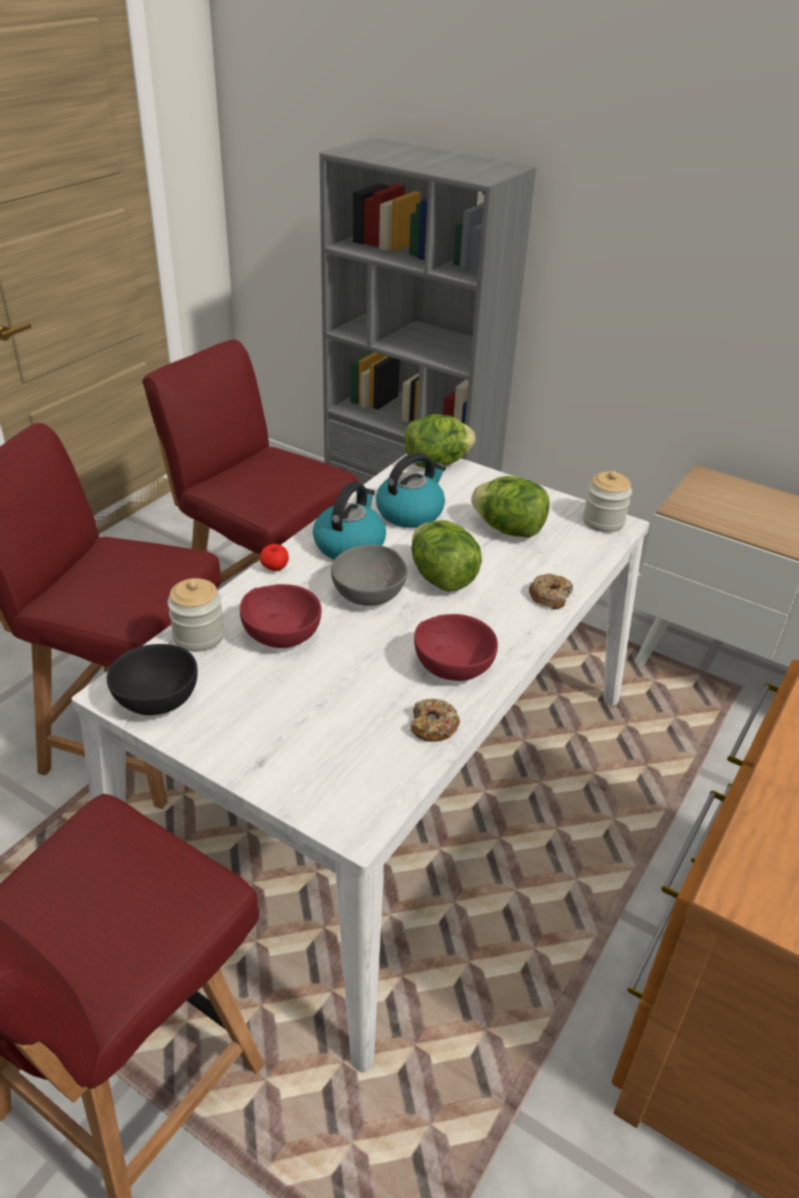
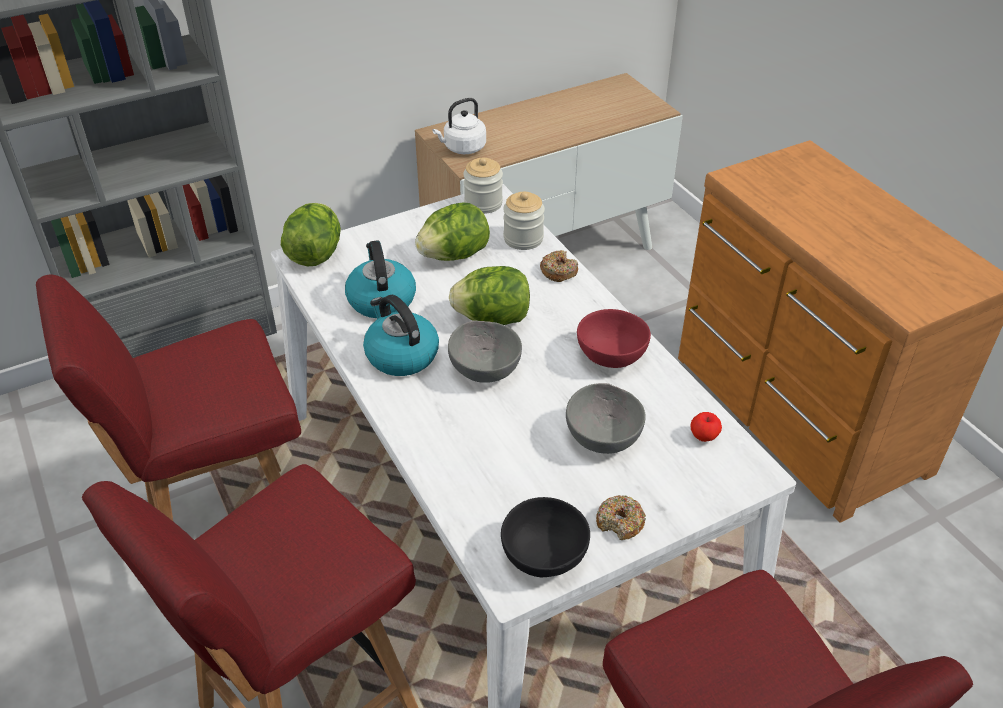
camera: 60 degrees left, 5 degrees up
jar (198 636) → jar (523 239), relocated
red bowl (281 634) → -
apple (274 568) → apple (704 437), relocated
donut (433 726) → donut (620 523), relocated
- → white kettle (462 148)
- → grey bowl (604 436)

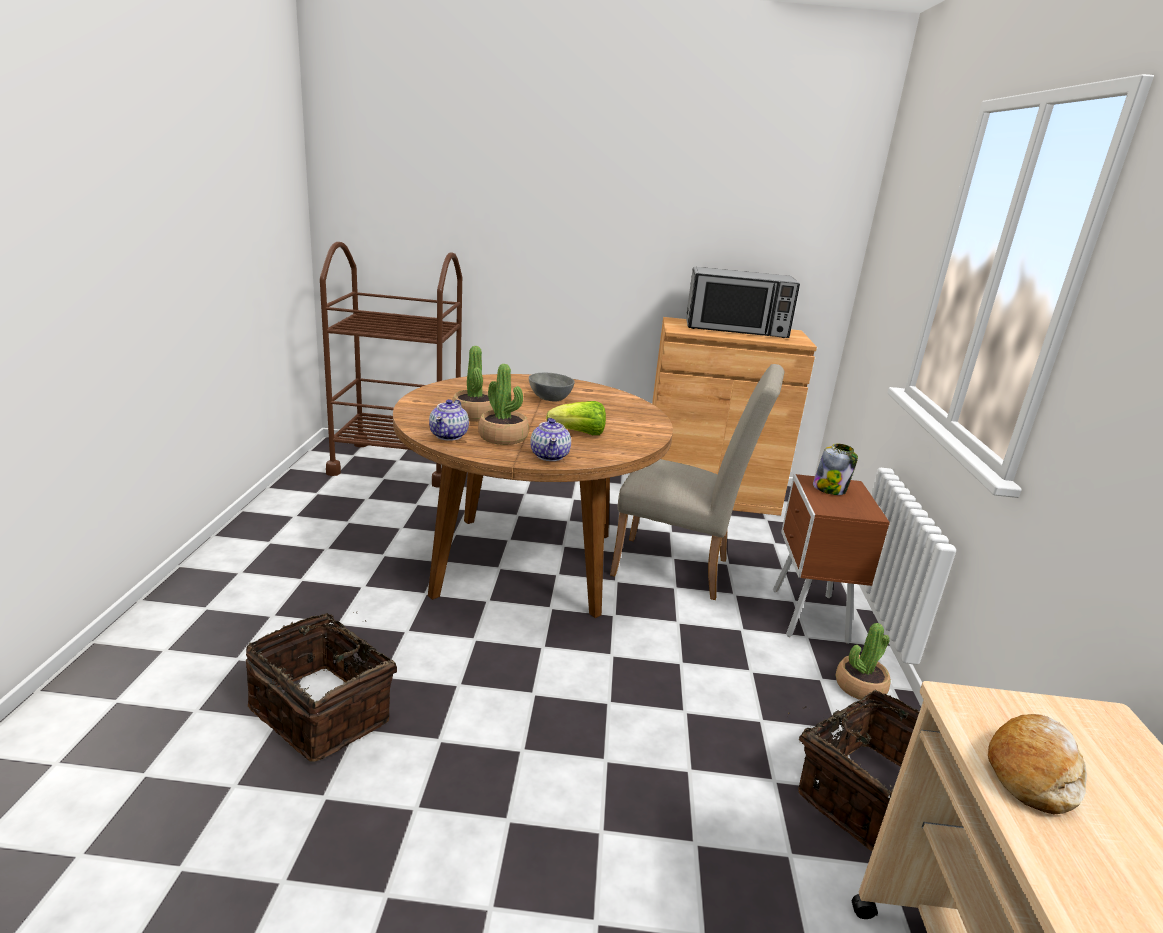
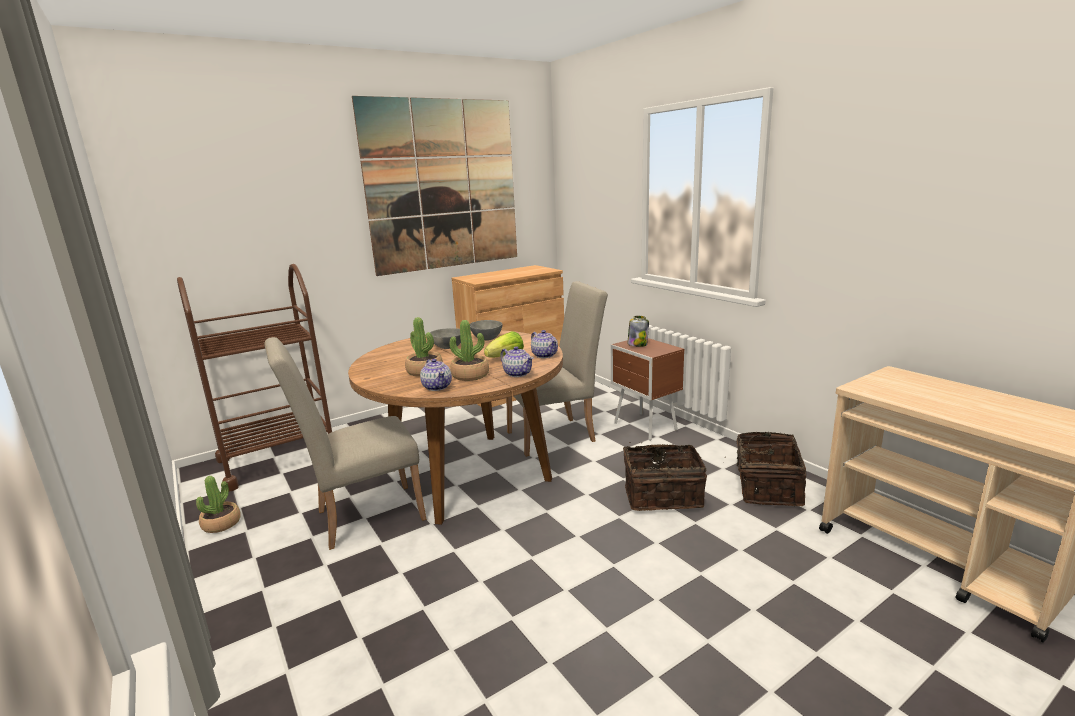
camera: 35 degrees left, 5 degrees down
basket (324 711) → basket (662 495), relocated
microwave (736 329) → -
potted plant (860 686) → potted plant (221 524), relocated
bread (1032 772) → -
- → beige chair (361 517)
- → picture (443 185)
- → grey bowl (486 338)
- → teapot (544 355)

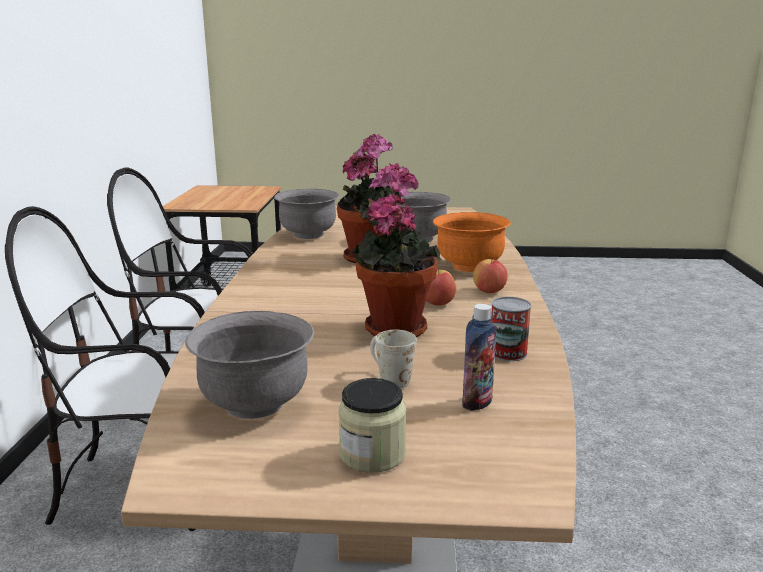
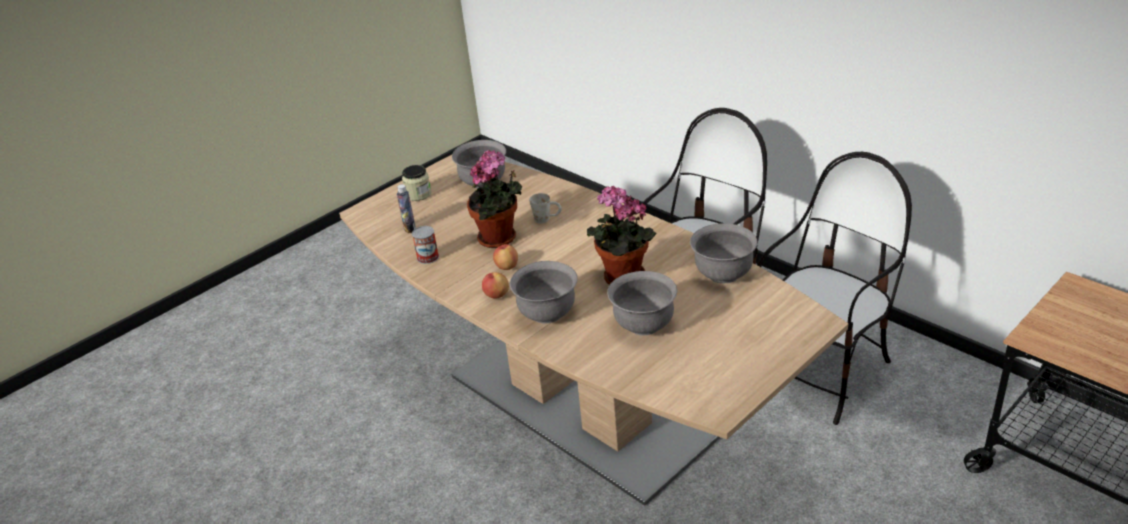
camera: 135 degrees right, 15 degrees up
white mug (388 378) → white mug (547 219), relocated
orange bowl (469 266) → grey bowl (547 313)

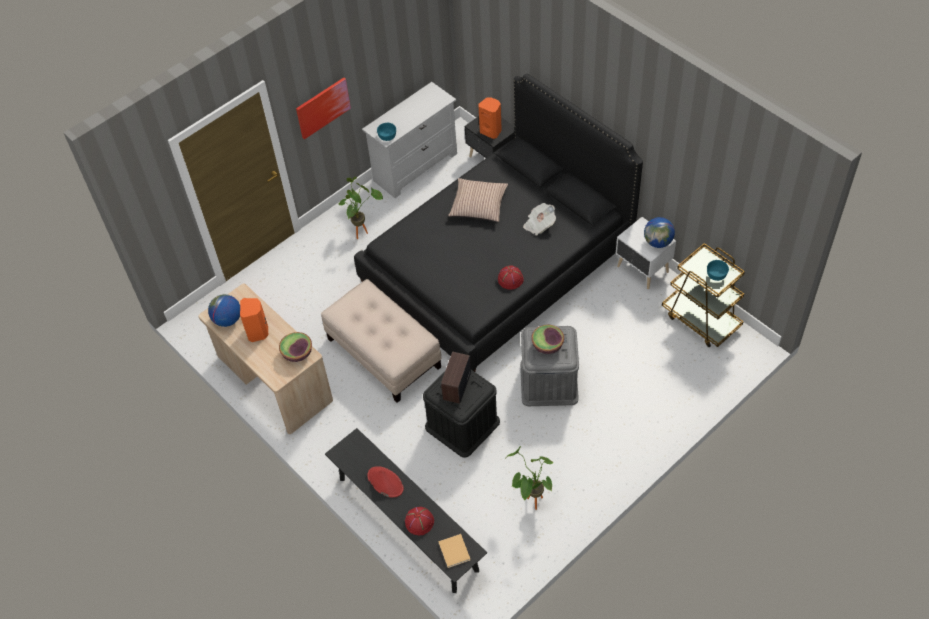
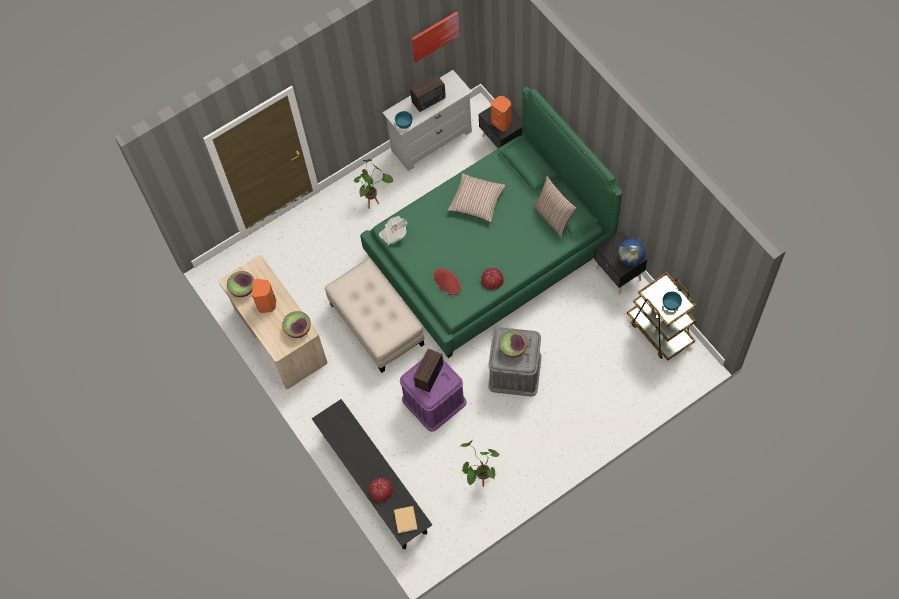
camera: 10 degrees right, 10 degrees up
globe (227 320) → bowl (242 288)
picture (323 107) → picture (435 36), relocated
black bed (497 264) → green bed (489 251)
red hat (385 482) → red hat (446 281), relocated
black storage box (462 424) → purple storage box (434 401)
newspaper (539 224) → newspaper (393 234), relocated
white nightstand (642 270) → black nightstand (618 275)
- → radio (429 101)
- → pillow (553 217)

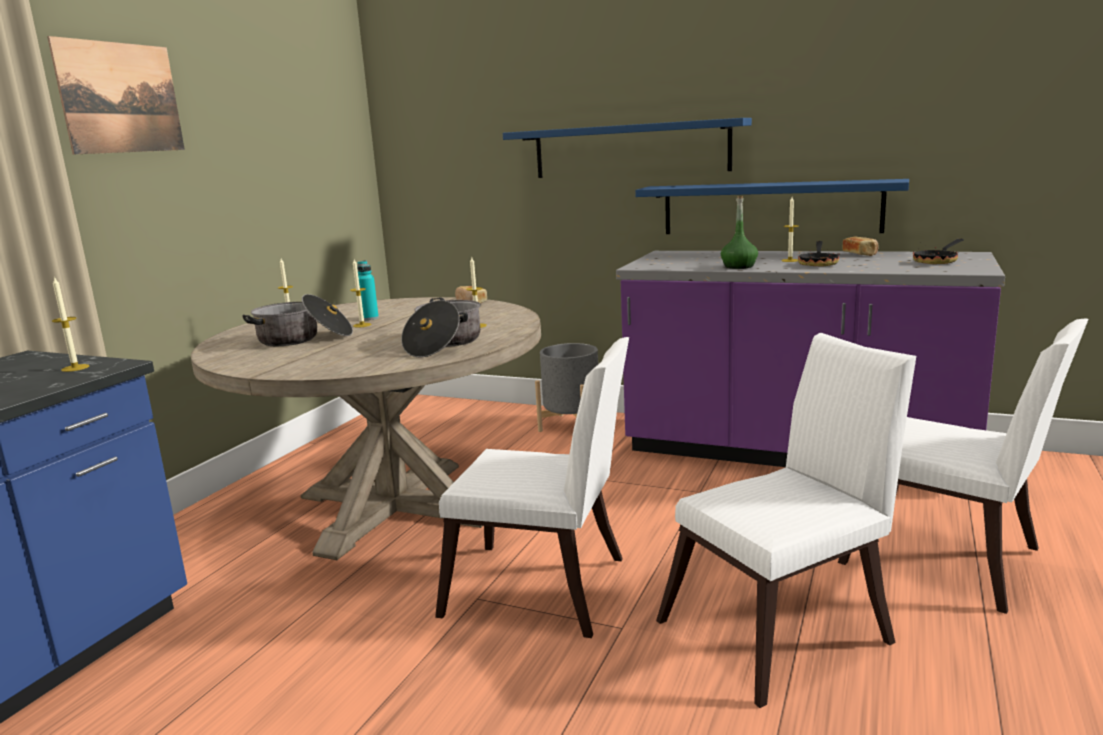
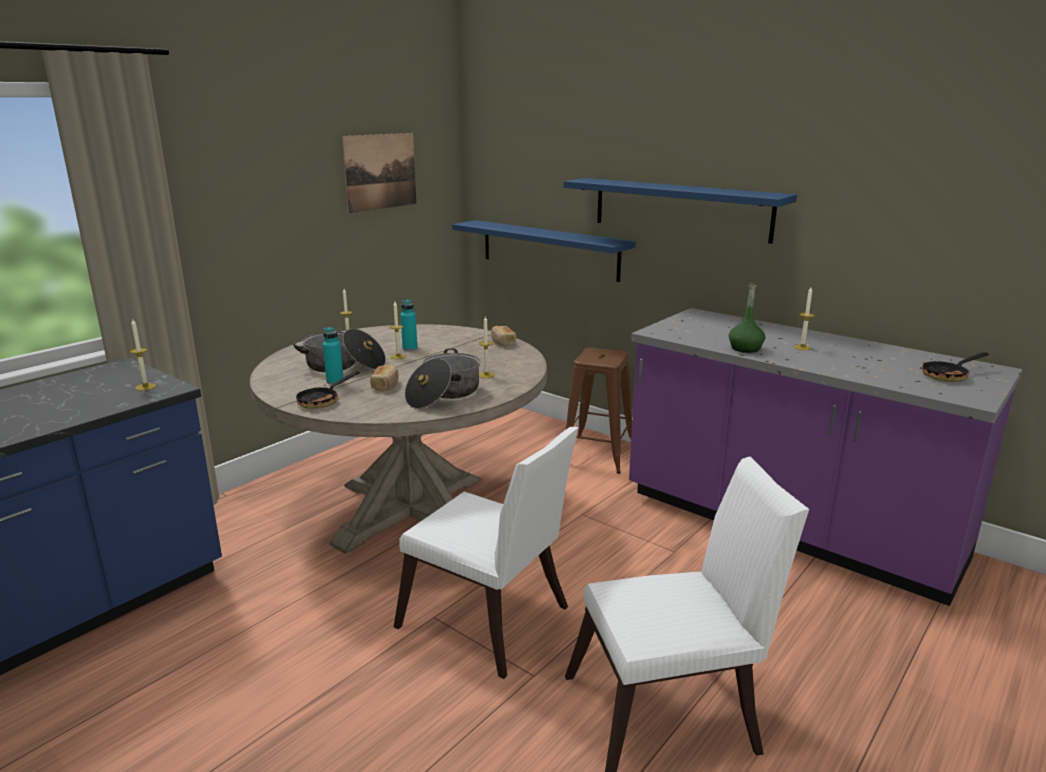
camera: 15 degrees right, 5 degrees up
picture (121 98) → picture (380 172), relocated
grey planter (572 425) → brown stool (598 454)
blue shelf (769 208) → blue shelf (549 249), relocated
frying pan (818 263) → frying pan (323 401), relocated
white chair (951 562) → -
bread (860 254) → bread (386 385), relocated
- → turquoise bottle (335 381)

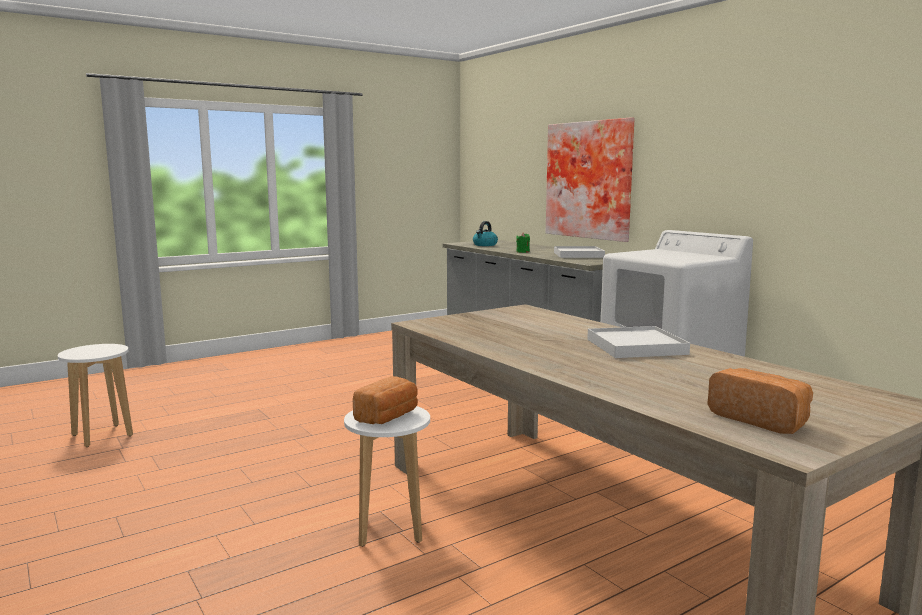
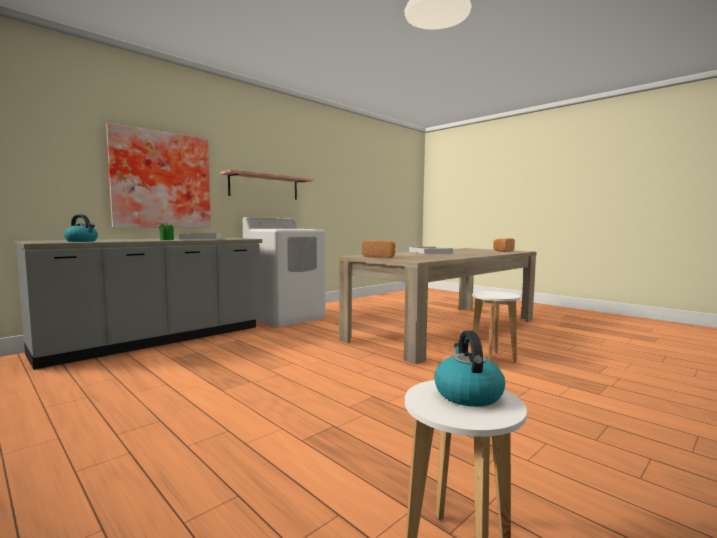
camera: 100 degrees left, 5 degrees down
bread (388 417) → bread (379 257), relocated
- → shelf (264 187)
- → kettle (467 394)

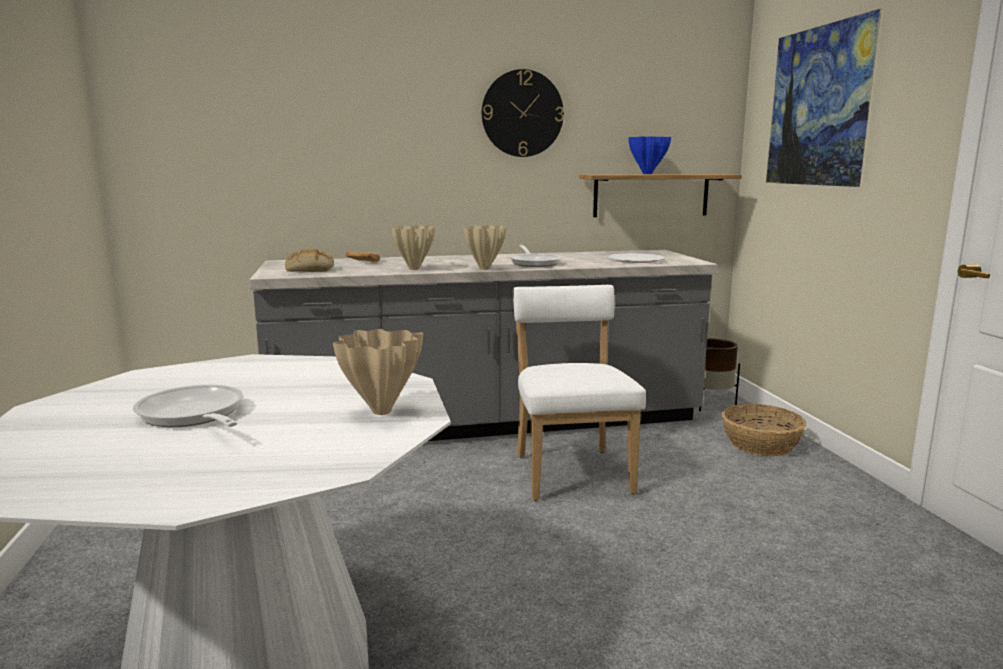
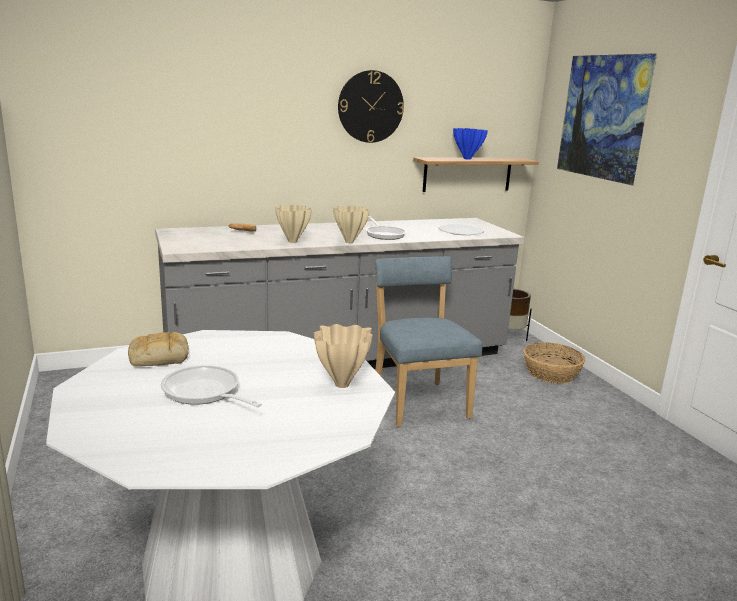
camera: 10 degrees left, 5 degrees up
bread (309 269) → bread (158 357), relocated
white chair (571 471) → blue chair (418 401)

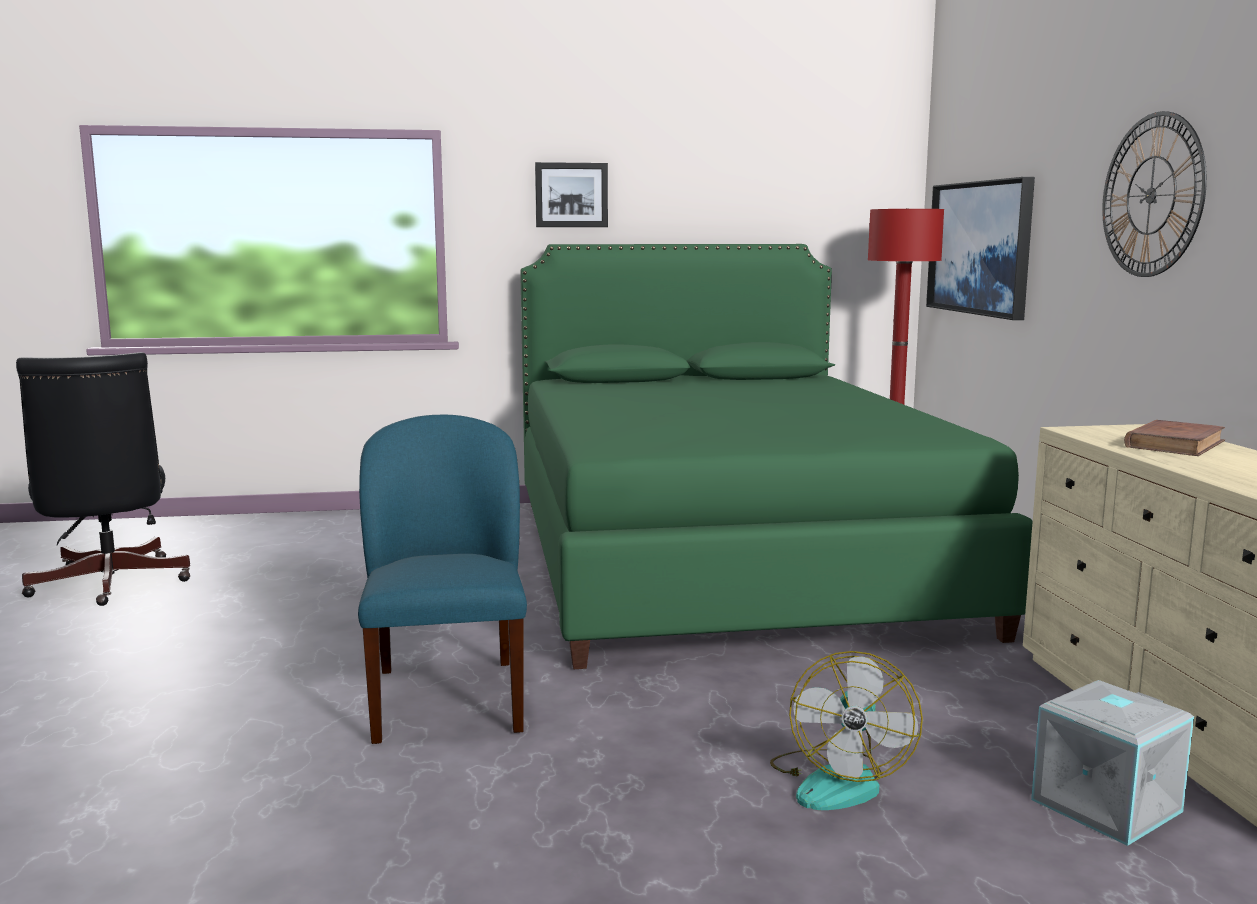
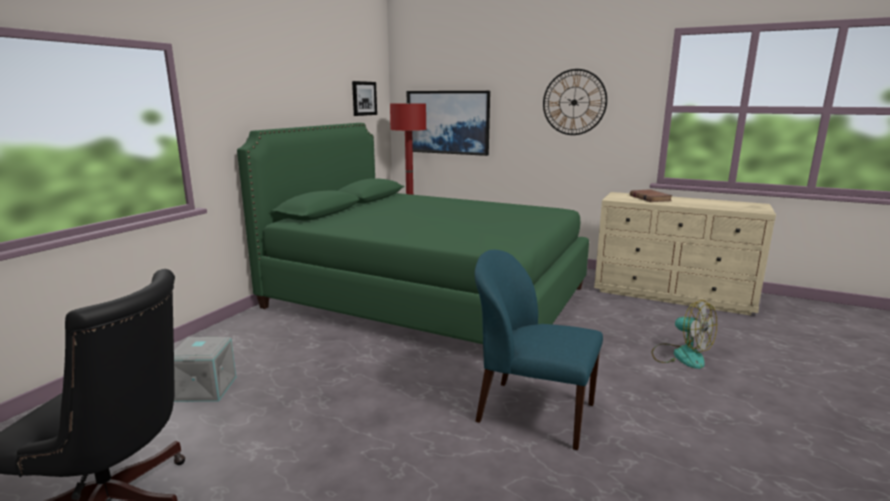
camera: 55 degrees left, 5 degrees up
picture (571 195) → picture (364 98), relocated
grey storage box (1104 804) → grey storage box (204 388), relocated

